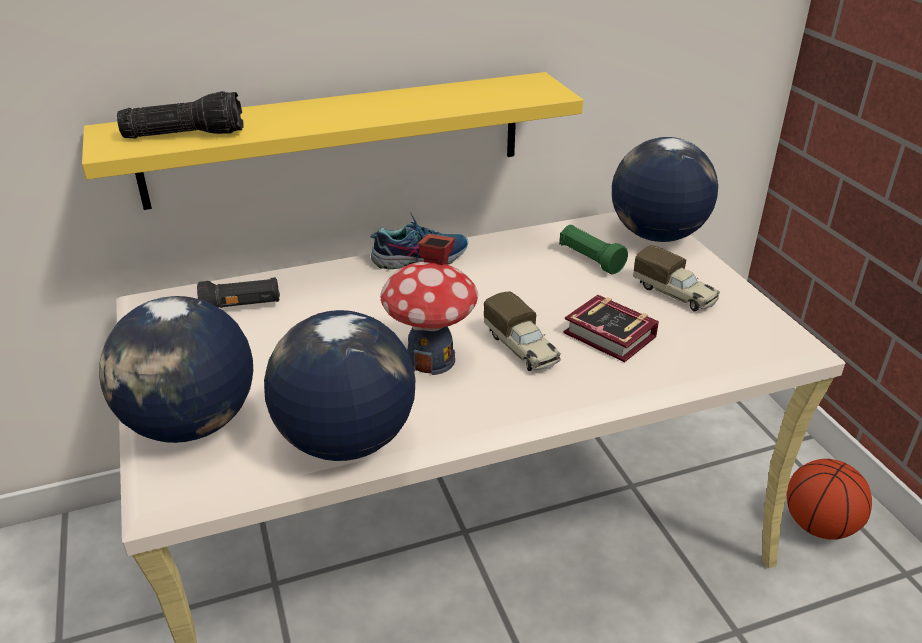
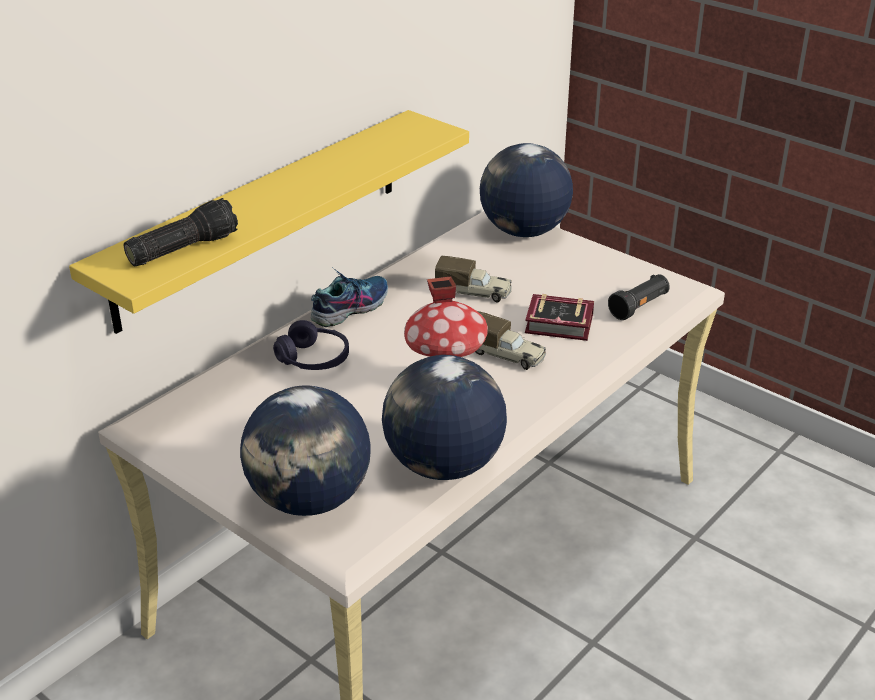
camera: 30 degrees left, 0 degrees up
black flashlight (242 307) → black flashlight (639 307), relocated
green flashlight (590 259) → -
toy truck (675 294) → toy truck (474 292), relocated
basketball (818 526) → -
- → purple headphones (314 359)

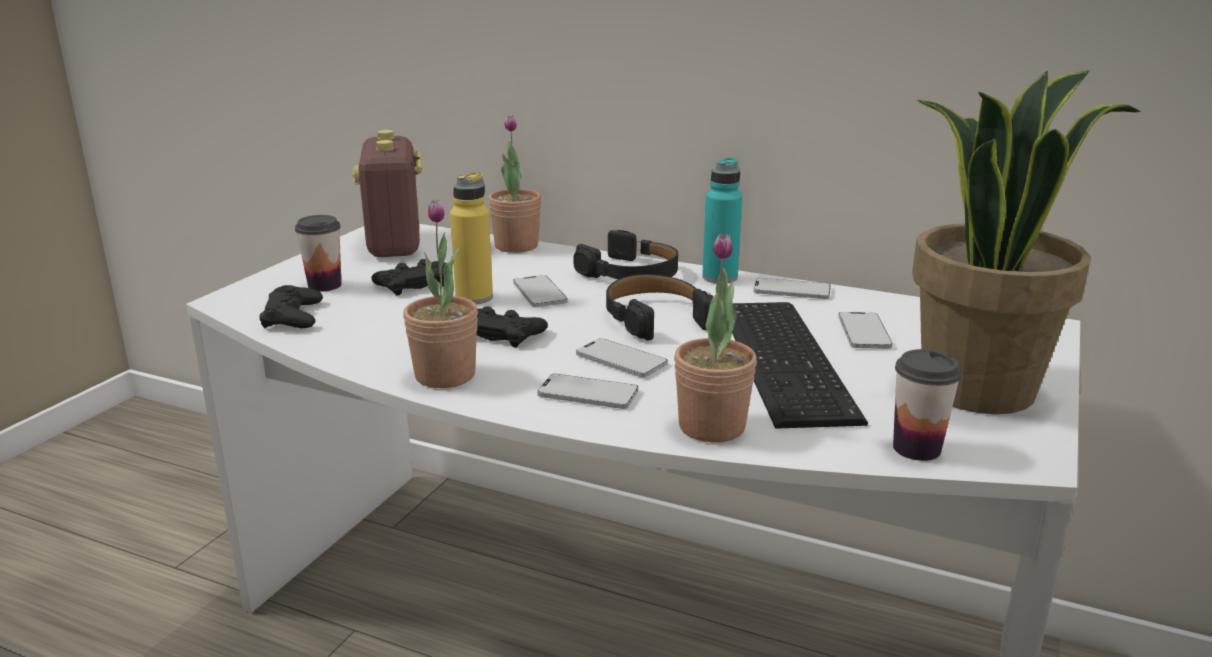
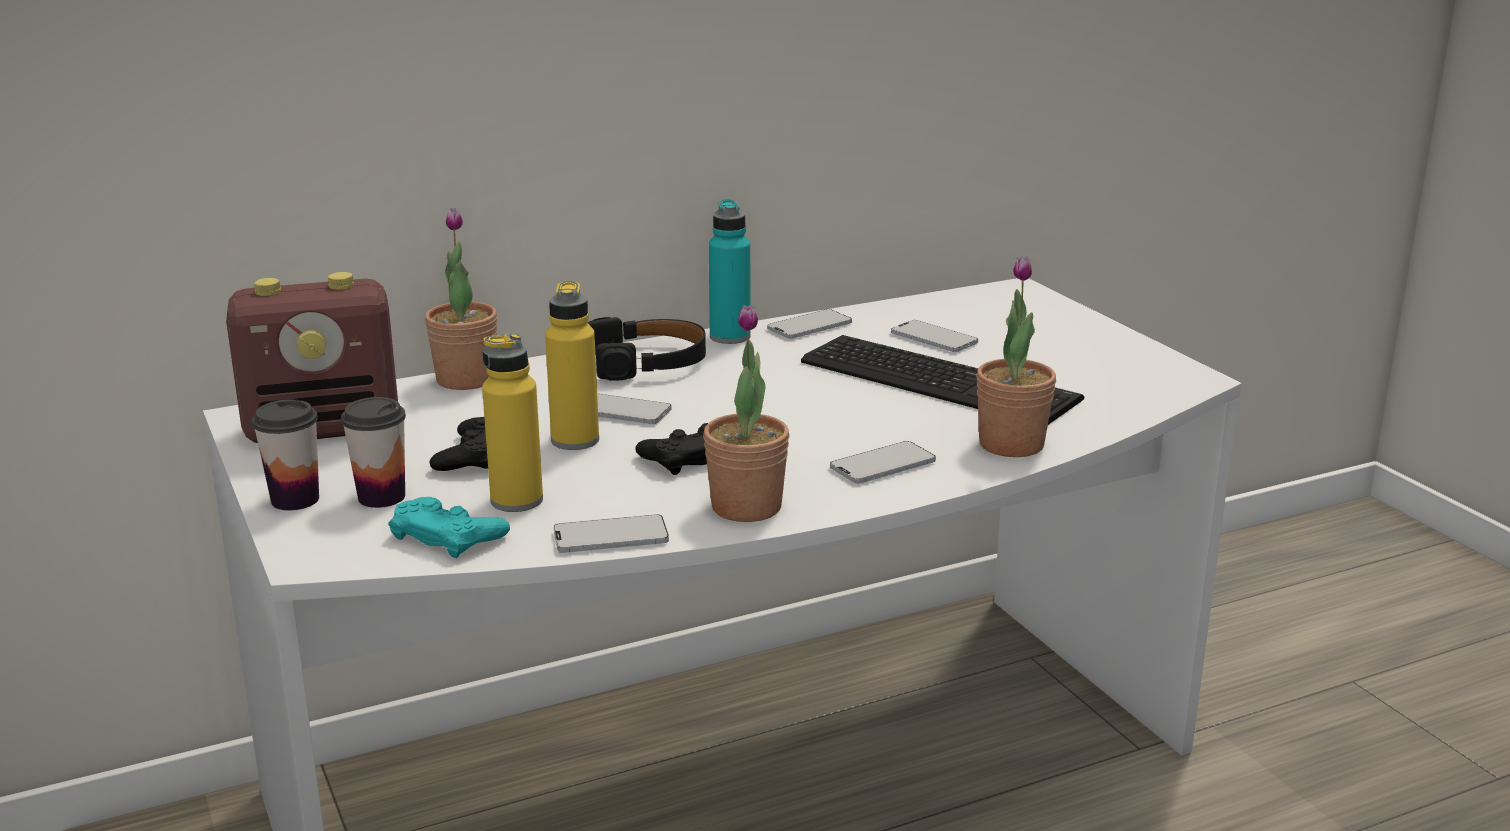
camera: 50 degrees left, 0 degrees up
black game controller (293 316) → turquoise game controller (448 536)
radio (395 245) → radio (324 429), 45 degrees counterclockwise
phone (621 360) → phone (611 536), relocated
black headphones (655 317) → -
cup (916 448) → cup (295 500), relocated
potted plant (977 388) → -
- → yellow bottle (516 501)

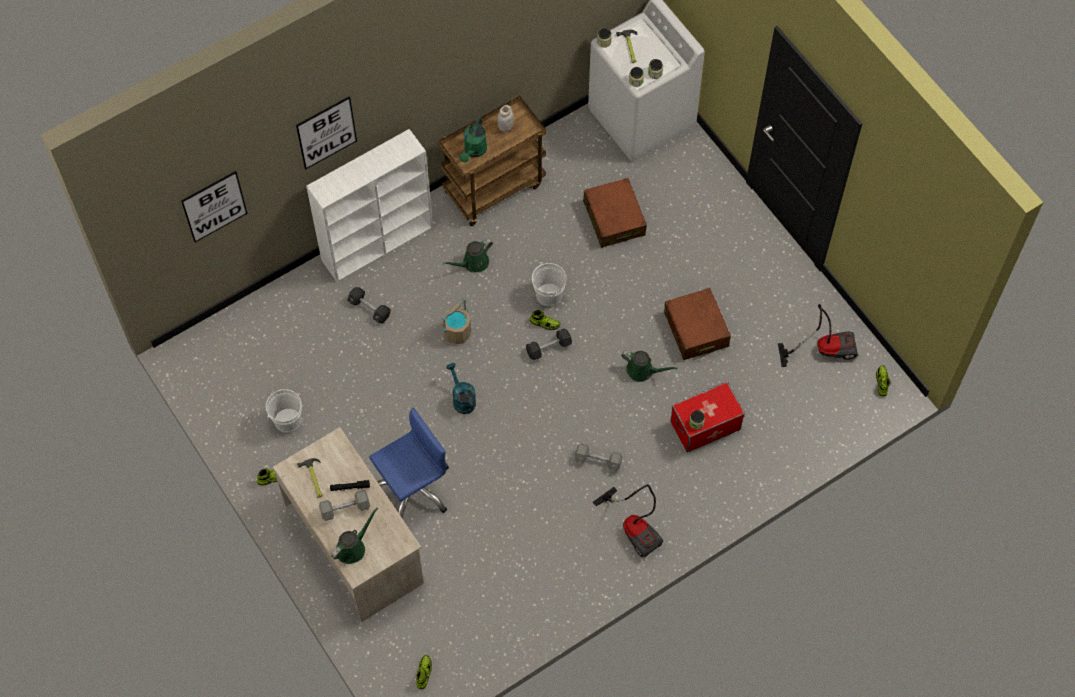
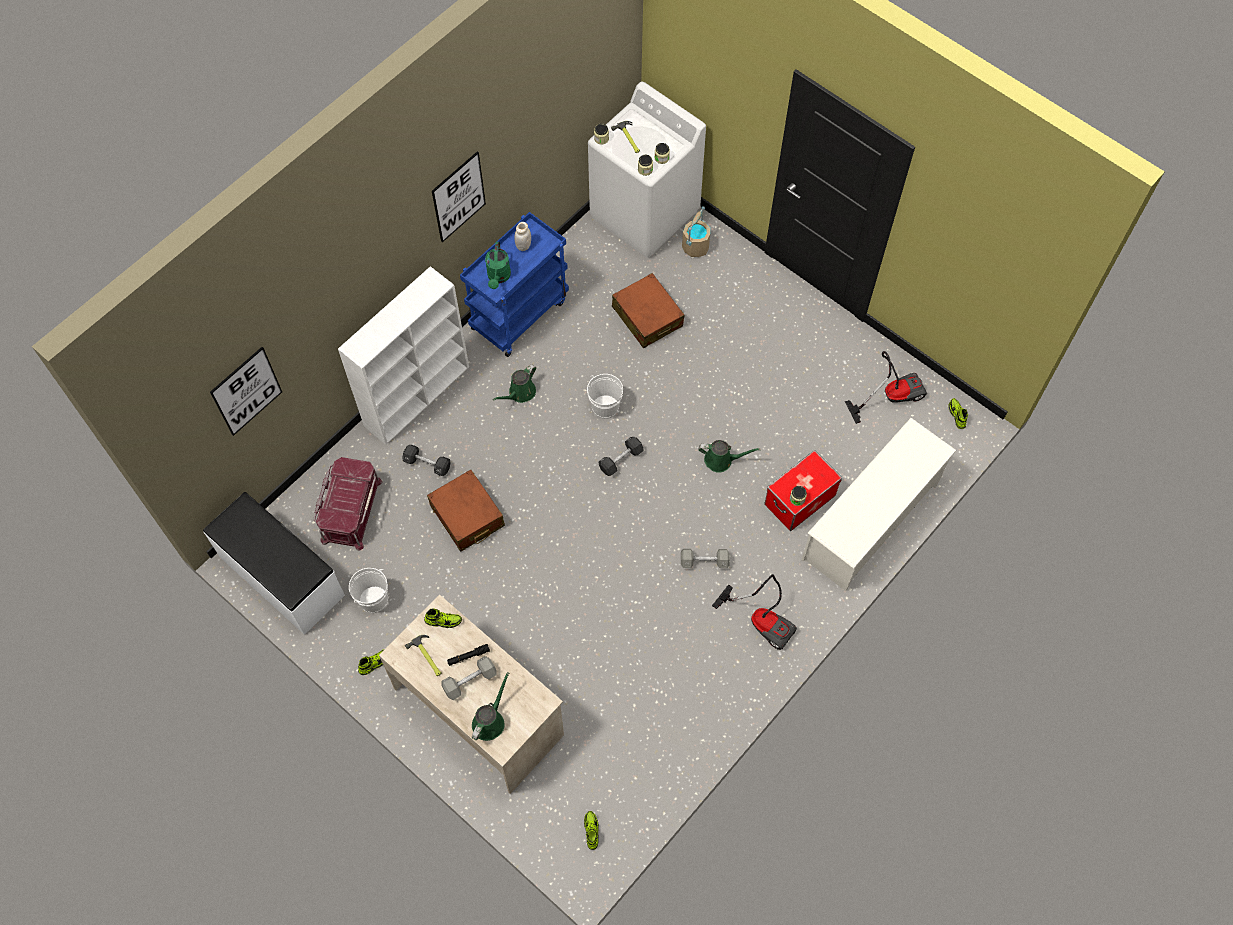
camera: 15 degrees left, 0 degrees up
picture (326 132) → picture (458 197), relocated
blue office chair (413 488) → -
brown cart (494 187) → blue cart (519 313)
beige bucket (457 332) → beige bucket (695 246), relocated
turquoise watering can (462 398) → -
shoe (545 323) → shoe (443 620), relocated
brown suitcase (696 330) → brown suitcase (467 516), relocated
- → white bench (281 577)
- → red storage box (350 510)
- → white shoe rack (870 522)

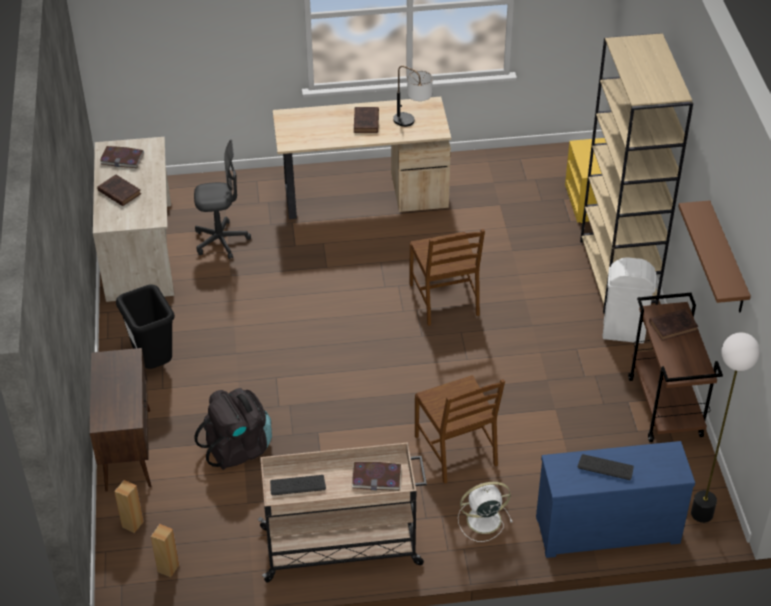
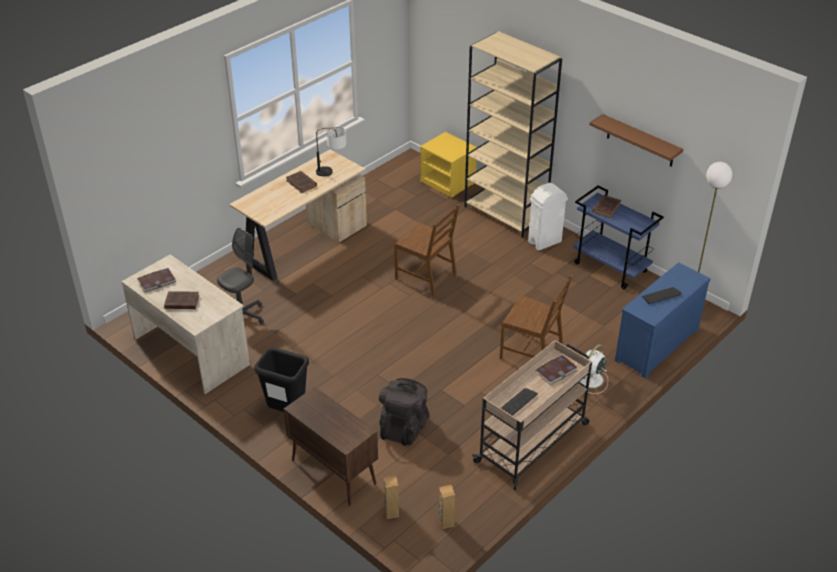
camera: 40 degrees left, 5 degrees down
brown cart (666 407) → blue cart (611 267)

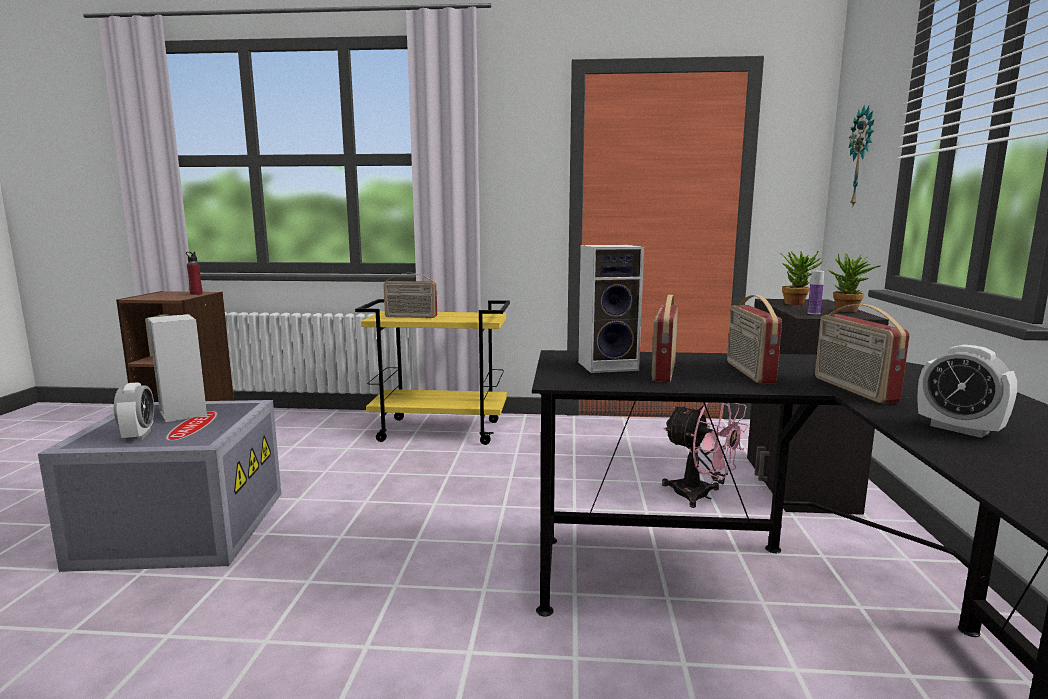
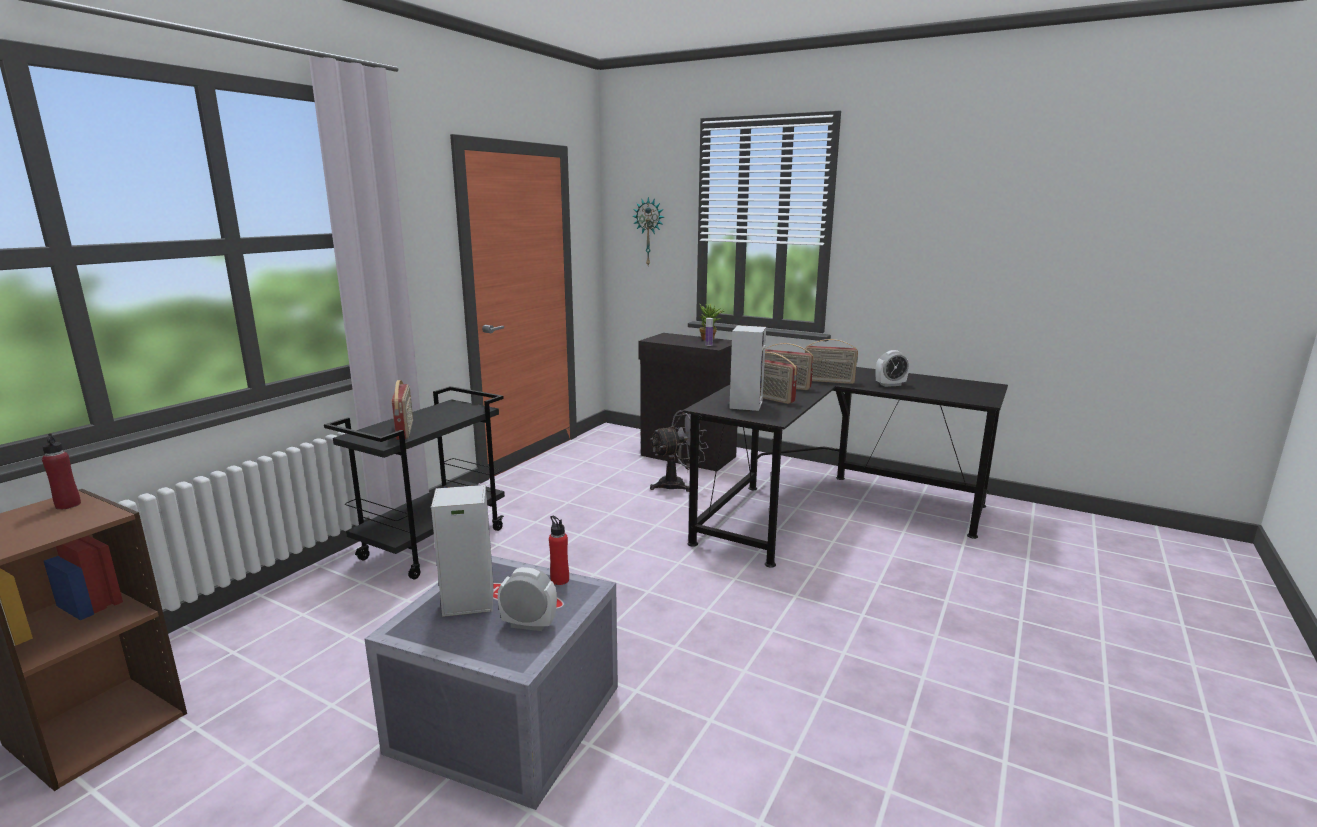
camera: 65 degrees left, 5 degrees up
yellow cart (441 431) → black cart (434 543)
radio (410 317) → radio (405 430), 45 degrees counterclockwise
pink fan (700 496) → grey fan (678 484)
potted plant (797 303) → -
- → red bottle (559 580)

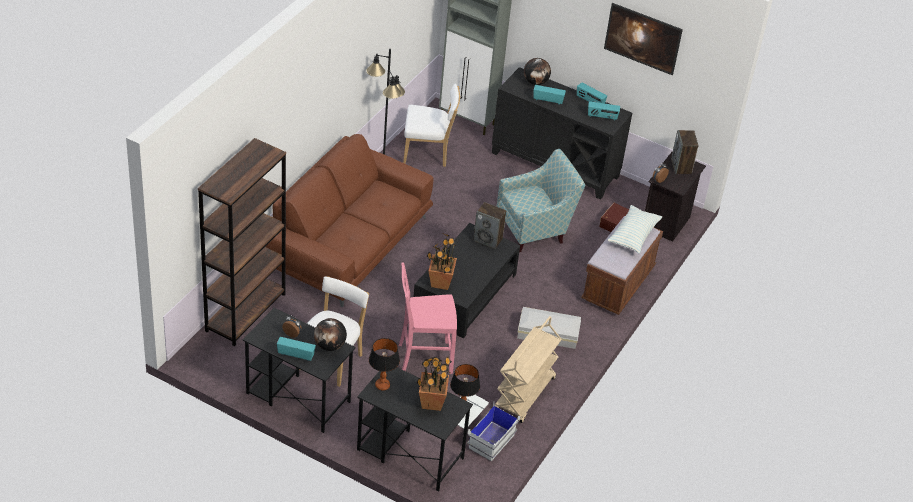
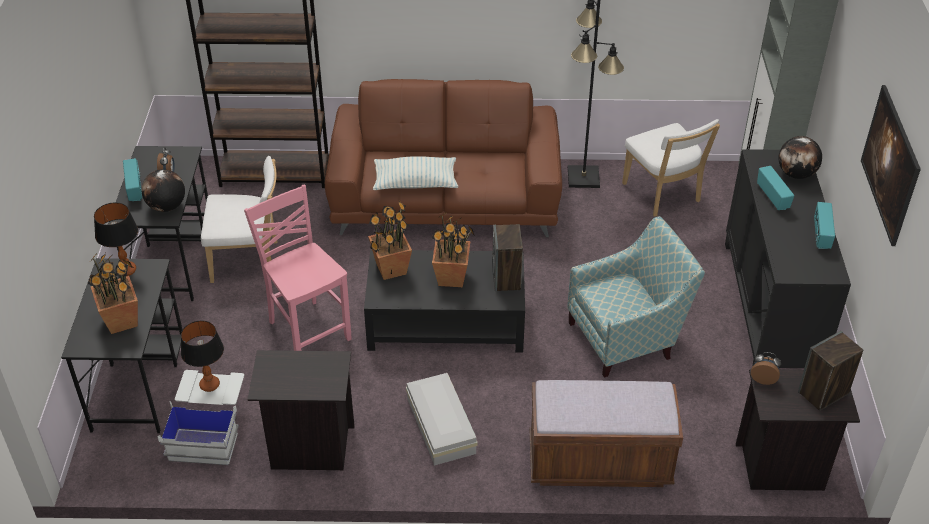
camera: 65 degrees right, 0 degrees up
beige cart (525 395) → black nightstand (309 448)
armchair (535 228) → armchair (627 337), 60 degrees counterclockwise
radio (602 117) → -
brown storage box (613 223) → -
pillow (633 235) → pillow (415 183), relocated
- → potted plant (452 278)

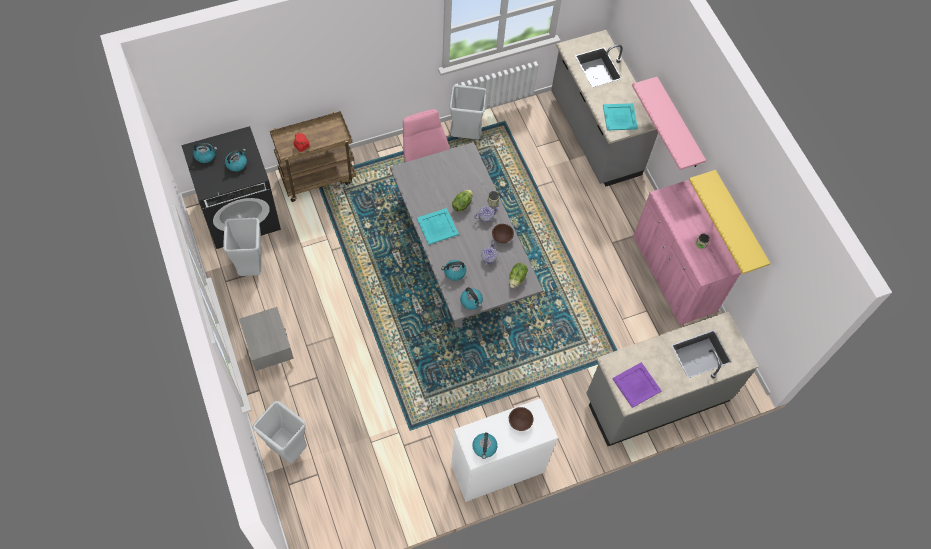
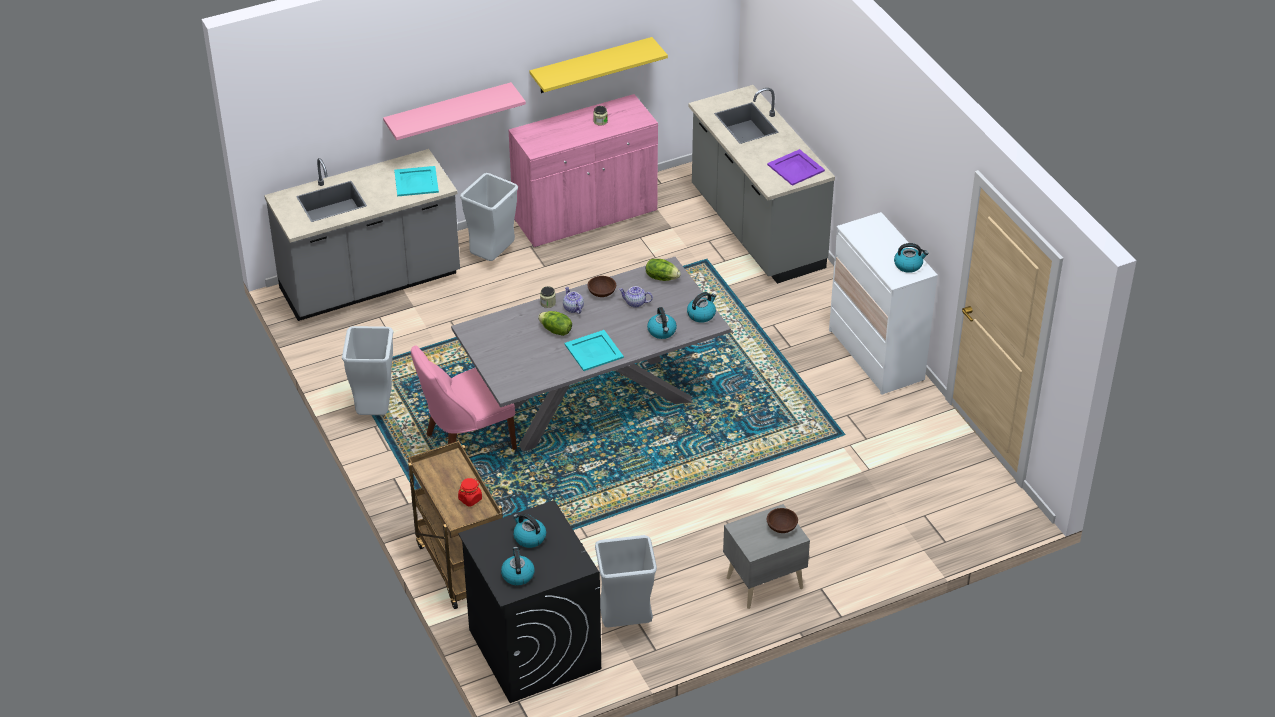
camera: 90 degrees left, 20 degrees down
grey trash can (287 448) → grey trash can (492 257), relocated
brown bowl (520 421) → brown bowl (781 527), relocated

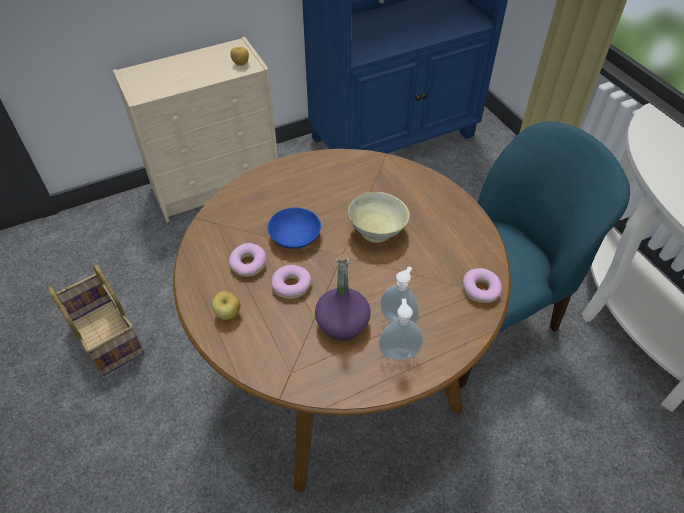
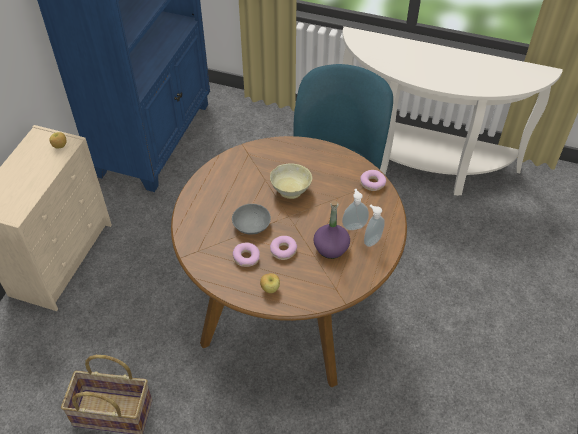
camera: 45 degrees left, 0 degrees up
blue bowl (295 237) → grey bowl (252 225)

